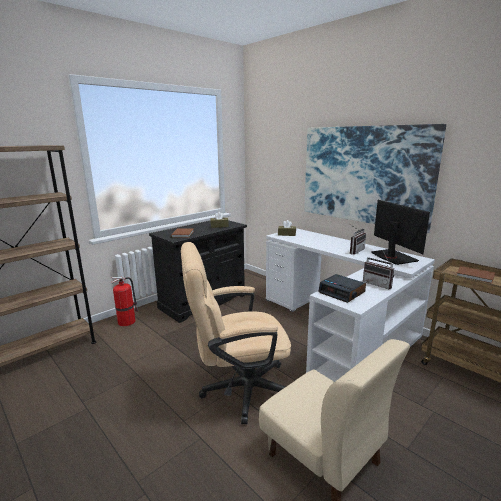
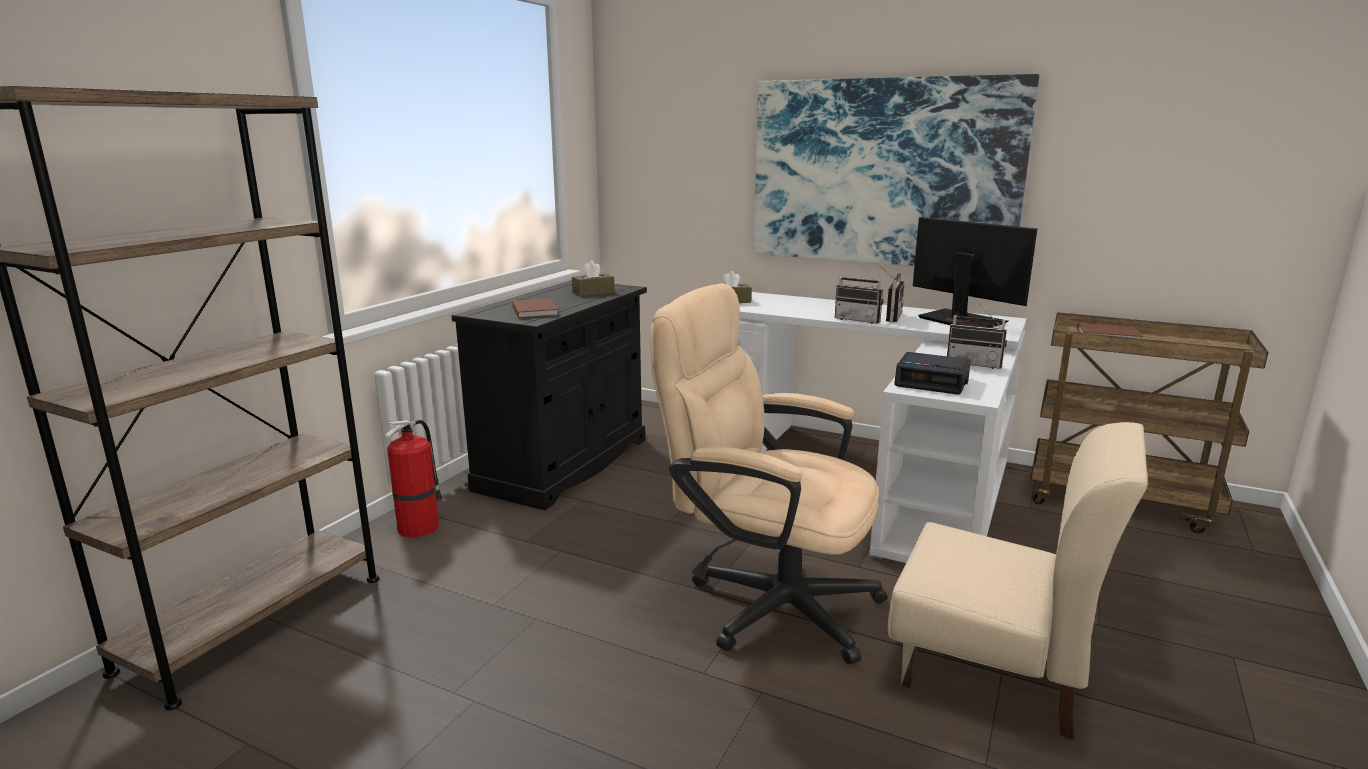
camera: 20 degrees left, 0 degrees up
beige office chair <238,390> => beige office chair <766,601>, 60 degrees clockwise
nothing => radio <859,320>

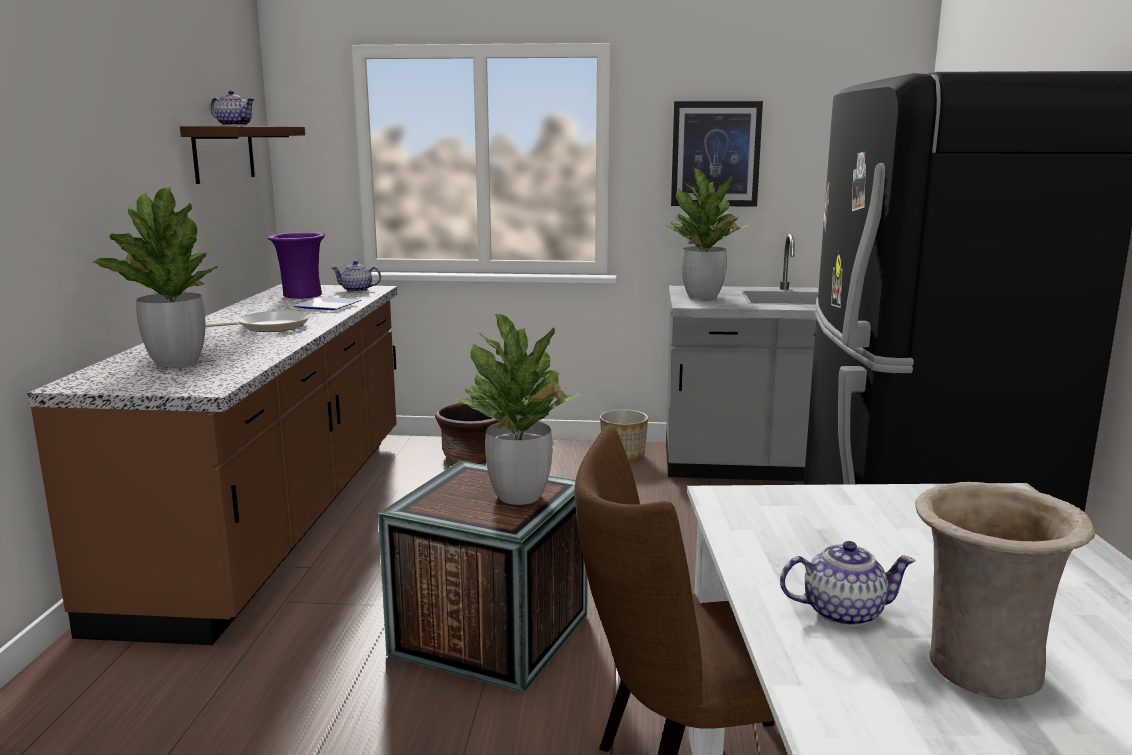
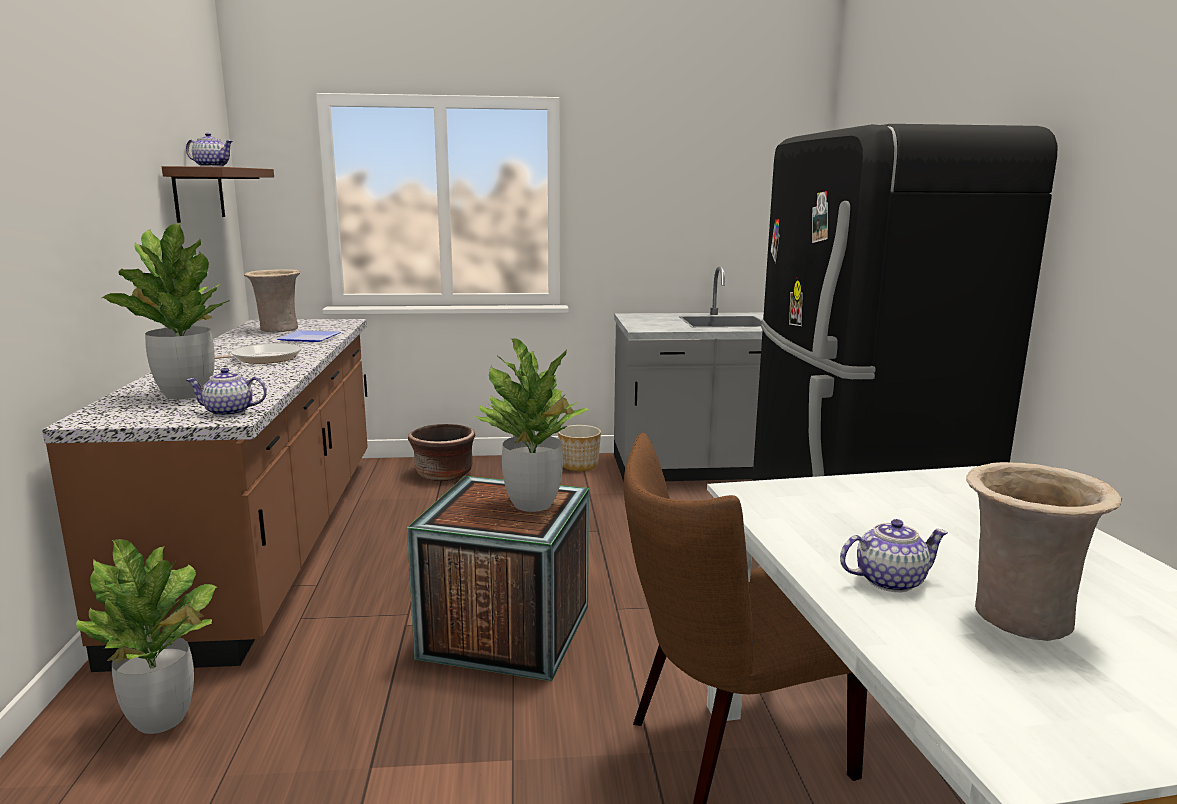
camera: 10 degrees left, 0 degrees up
picture <715,154> => nothing
potted plant <703,296> => potted plant <162,719>, move
purple vase <300,296> => beige vase <277,330>
teapot <357,290> => teapot <229,412>, move

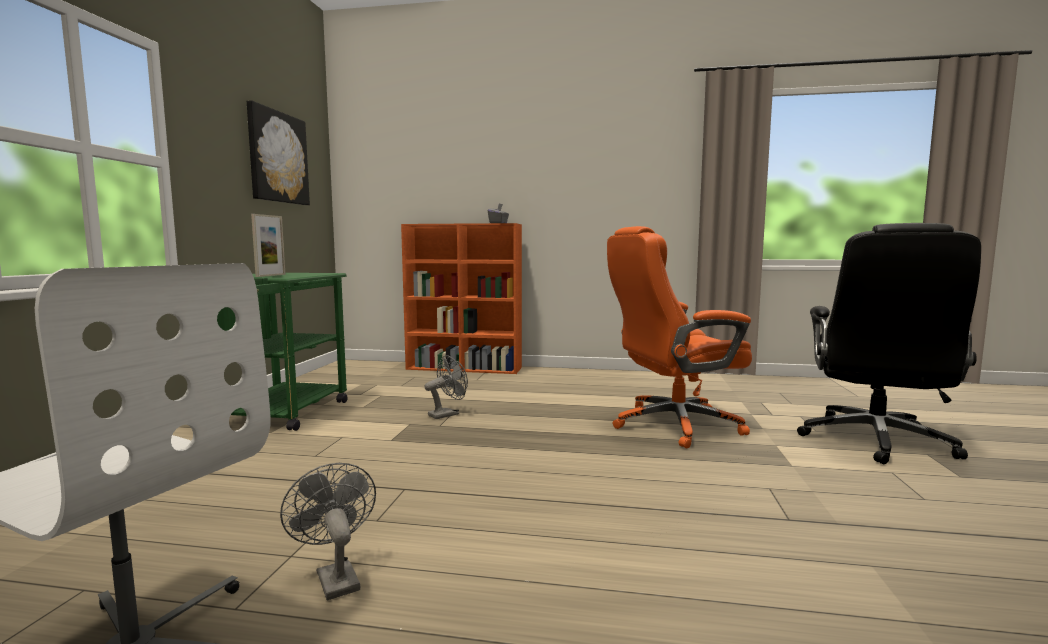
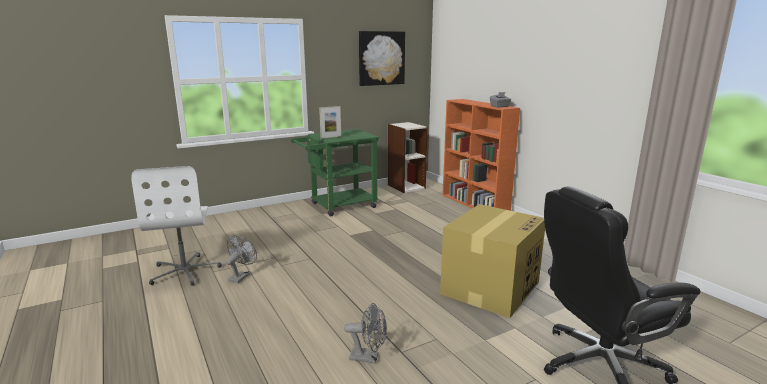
camera: 50 degrees right, 10 degrees up
orange office chair <673,425> => cardboard box <490,287>
grey fan <447,414> => grey fan <369,357>, move
nothing => bookcase <406,186>

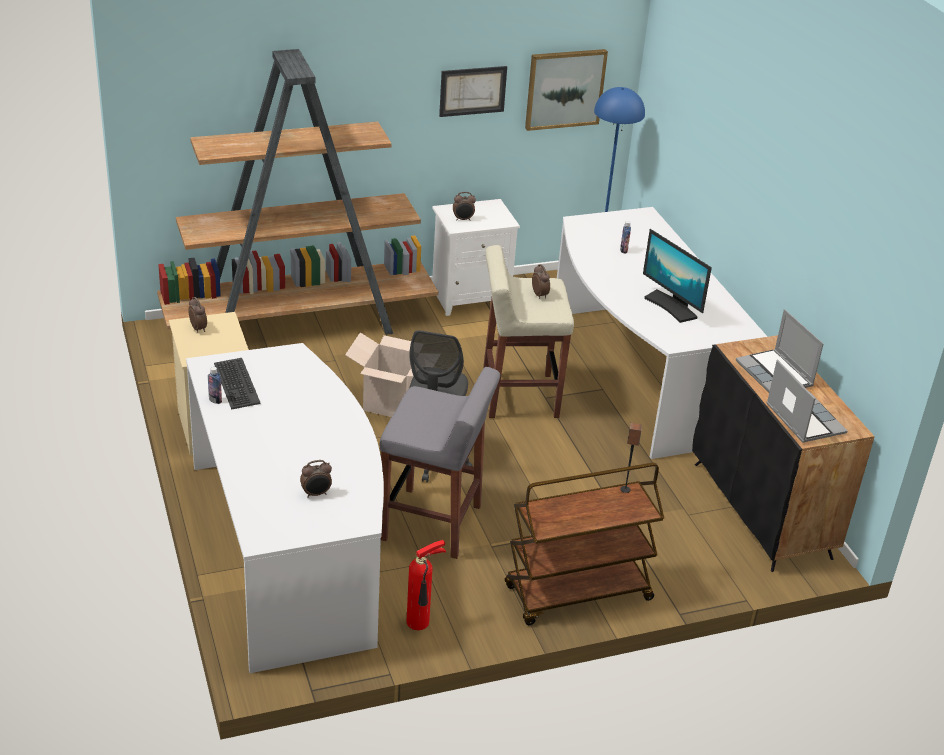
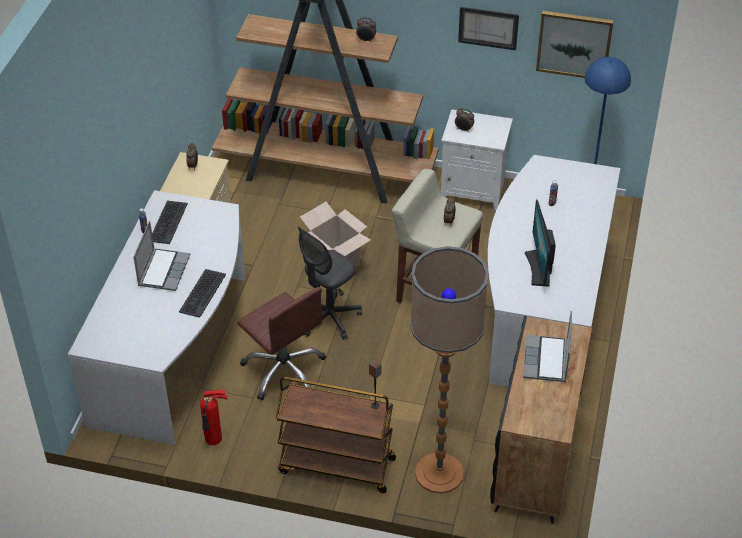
camera: 35 degrees right, 10 degrees up
laptop <803,419> => laptop <163,270>, move
grey stool <433,524> => brown office chair <284,370>
alarm clock <316,494> => alarm clock <366,40>, move
nothing => floor lamp <439,473>
nothing => keyboard <202,293>

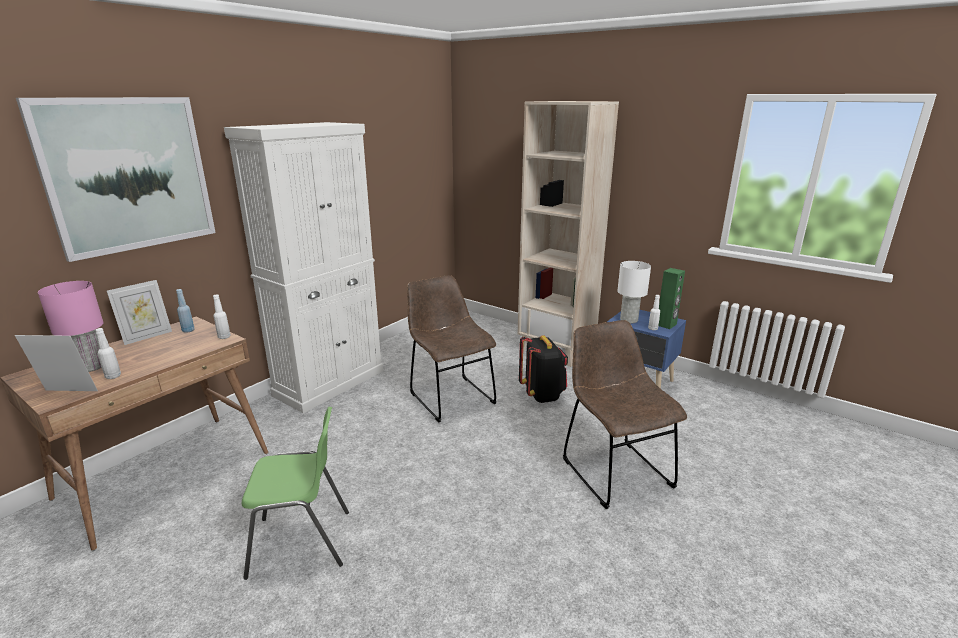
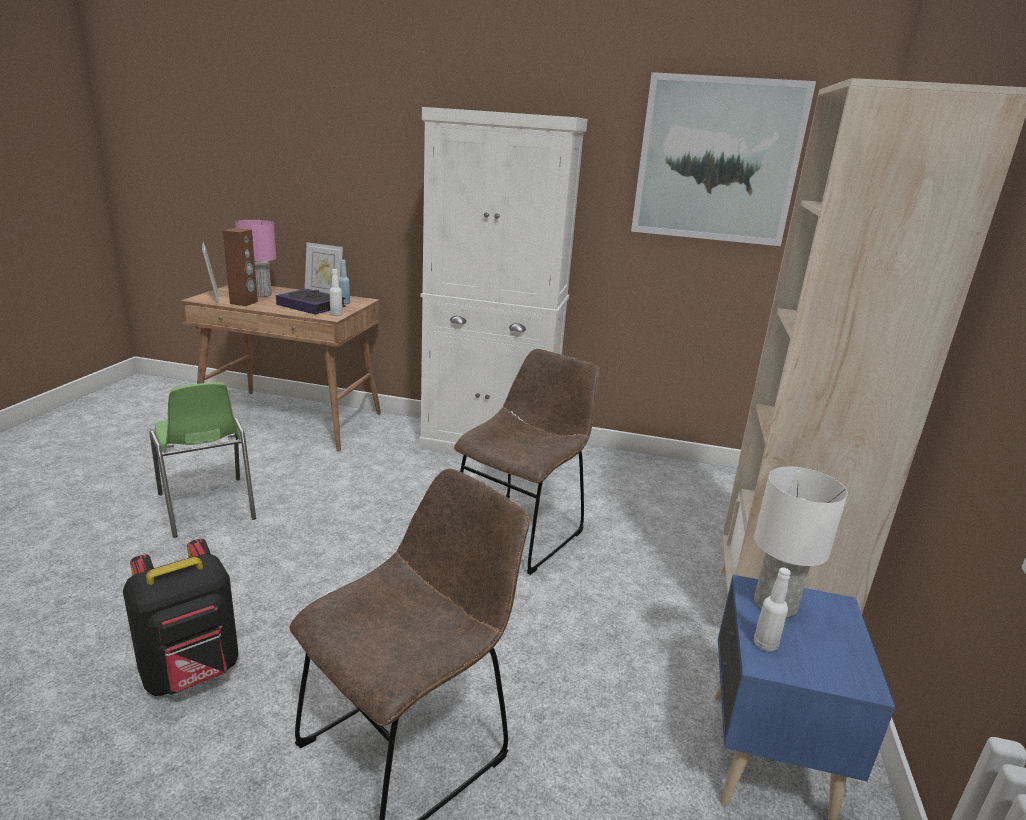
camera: 65 degrees right, 0 degrees up
picture <128,175> => picture <717,160>, move
green speaker <666,325> => nothing
white bottle <113,376> => brown speaker <244,302>
black backpack <542,395> => black backpack <192,674>, move
nothing => book <311,306>

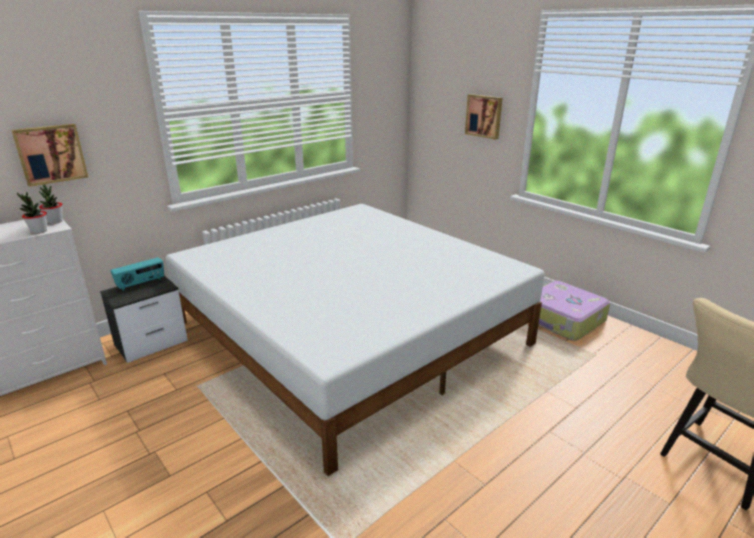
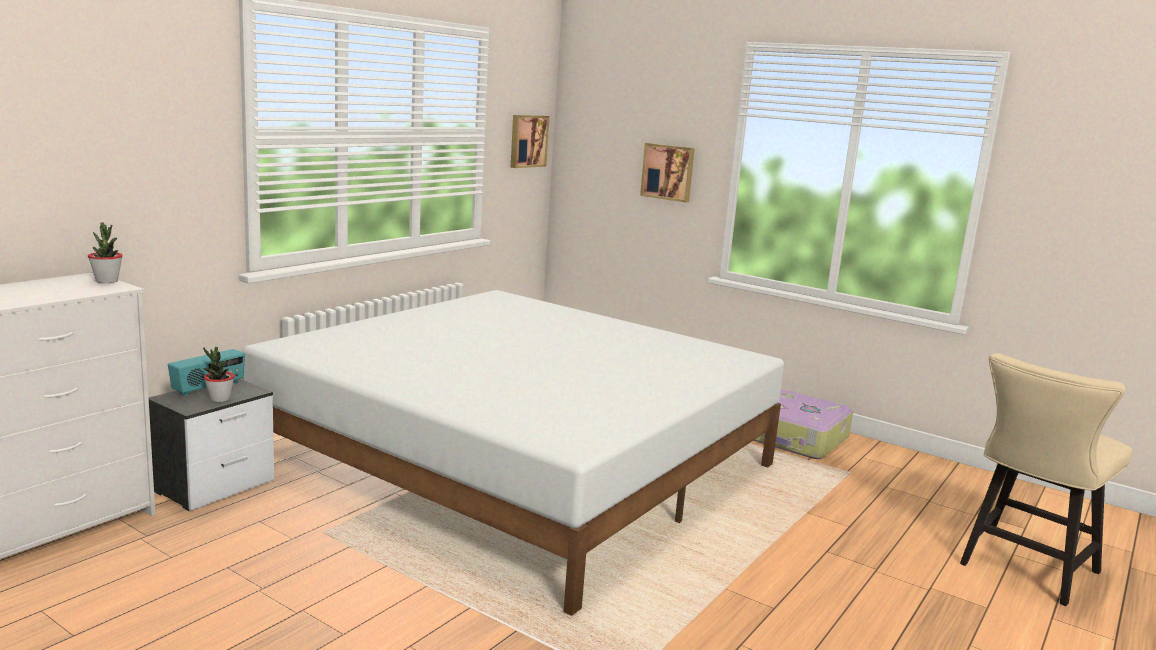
camera: 15 degrees left, 10 degrees down
picture <51,154> => picture <527,141>, move
potted plant <39,231> => potted plant <219,399>, move

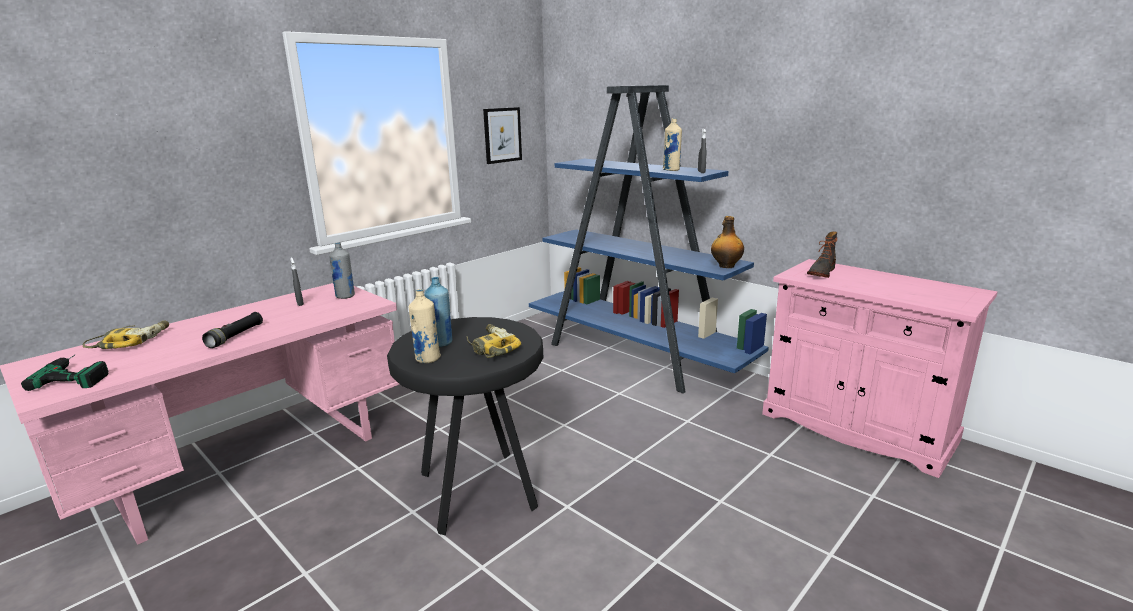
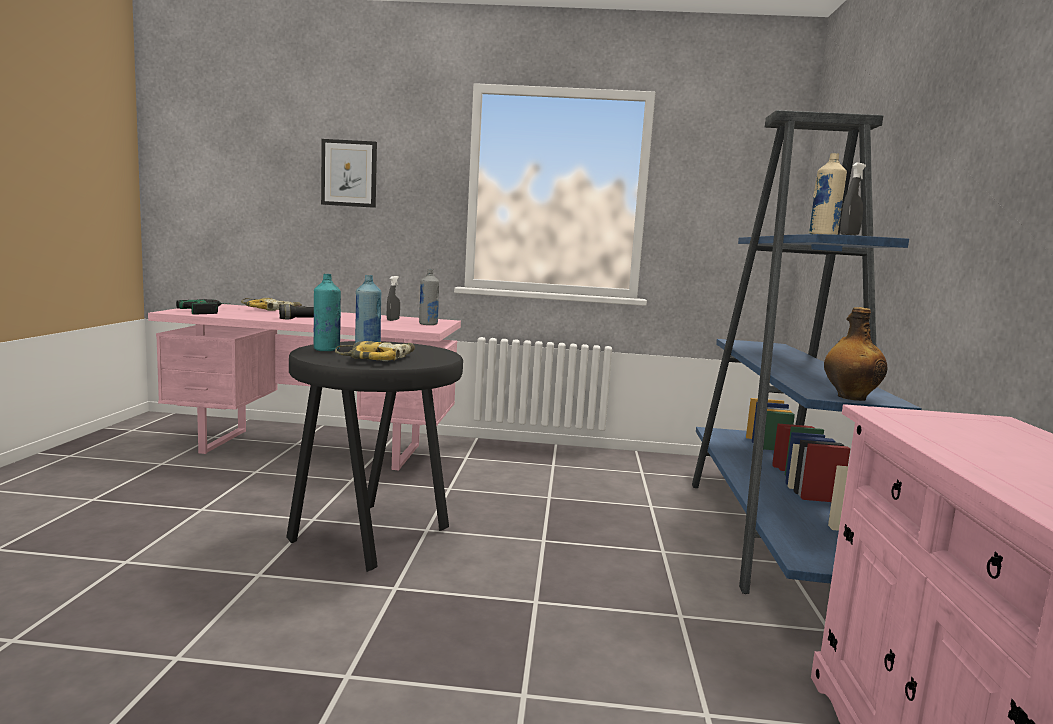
camera: 50 degrees right, 10 degrees down
picture <502,135> => picture <349,173>, move
boot <821,272> => nothing
beige bottle <427,359> => turquoise bottle <326,350>

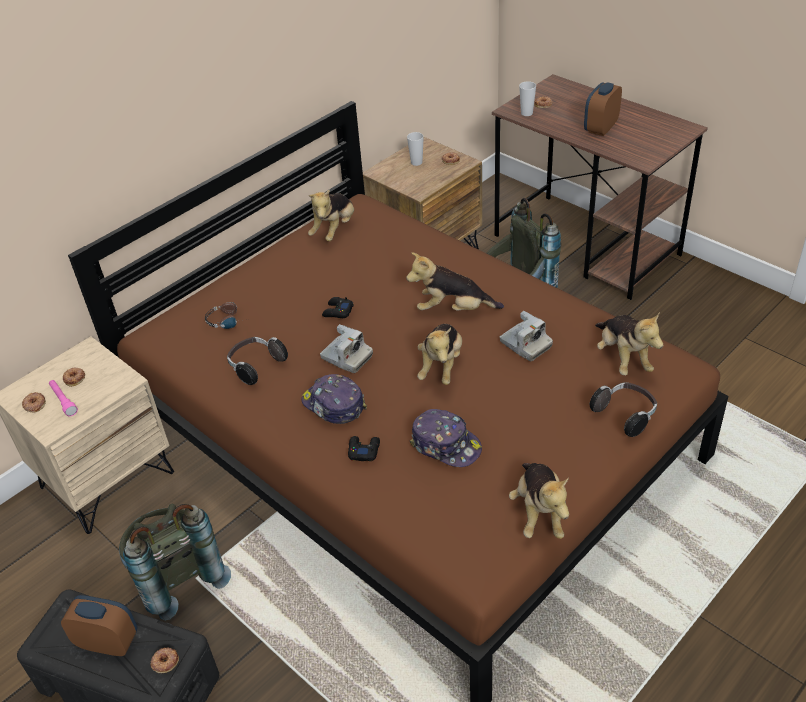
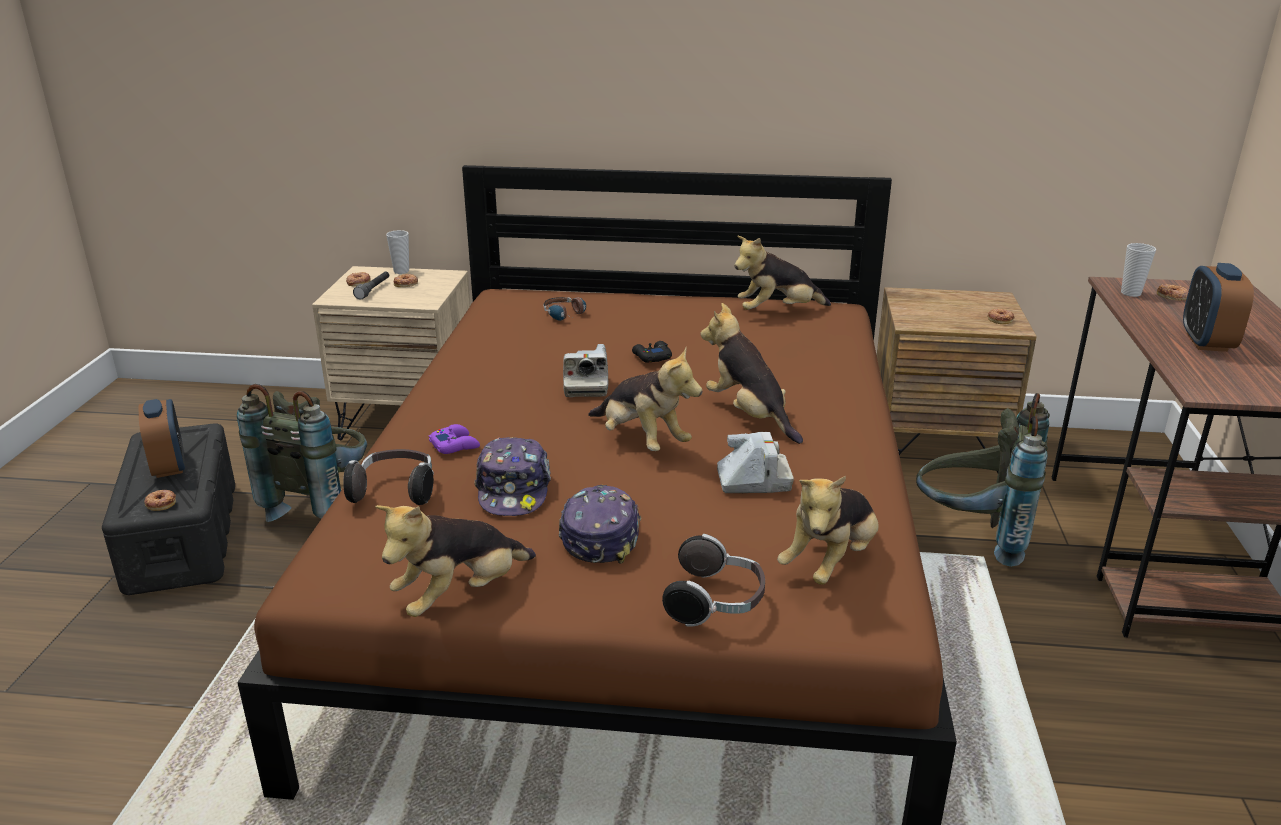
camera: 50 degrees right, 15 degrees down
alarm clock <600,128> => alarm clock <1206,342>, 75 degrees counterclockwise
cup <416,162> => cup <401,271>, move
photo camera <525,345> => photo camera <754,481>, 105 degrees counterclockwise
plush toy <441,366> => plush toy <641,440>, 105 degrees counterclockwise
headphones <256,366> => headphones <395,491>, move
cap <333,405> => cap <600,535>, move
pink flashlight <63,401> => grey flashlight <373,290>
black game controller <363,450> => purple game controller <455,445>

